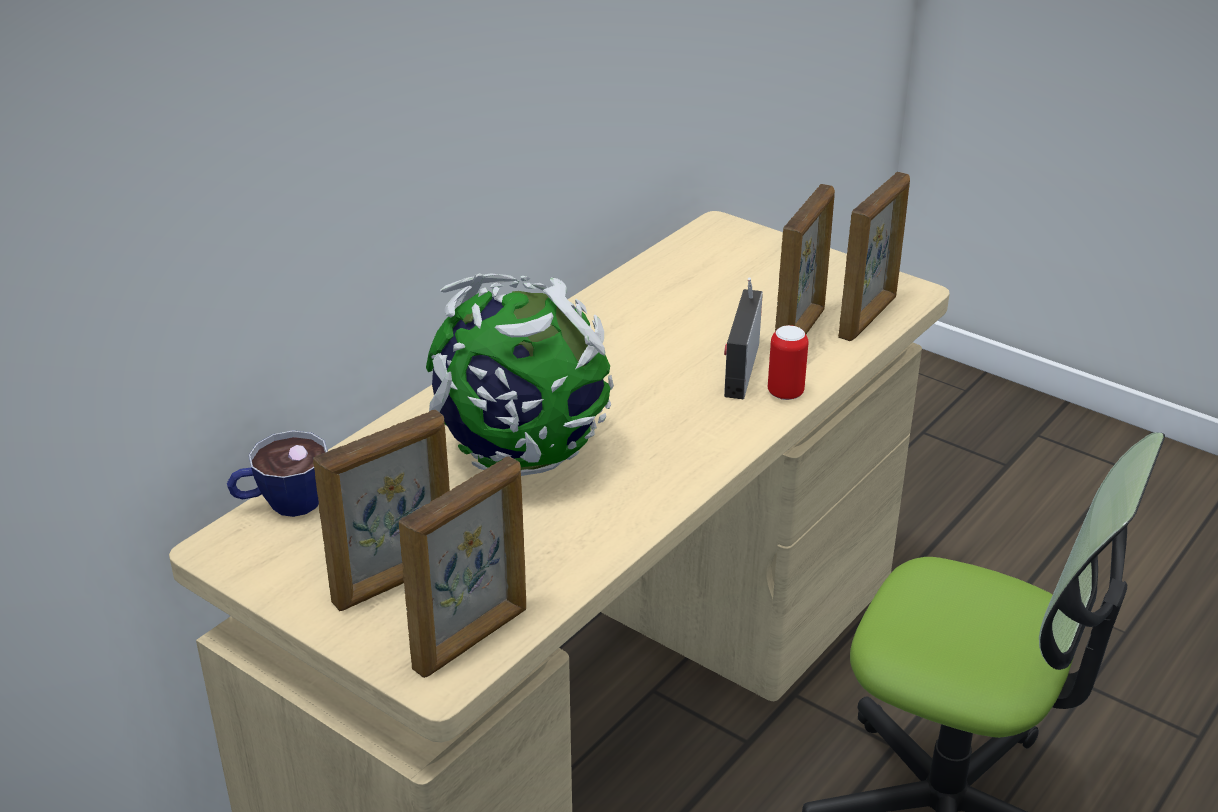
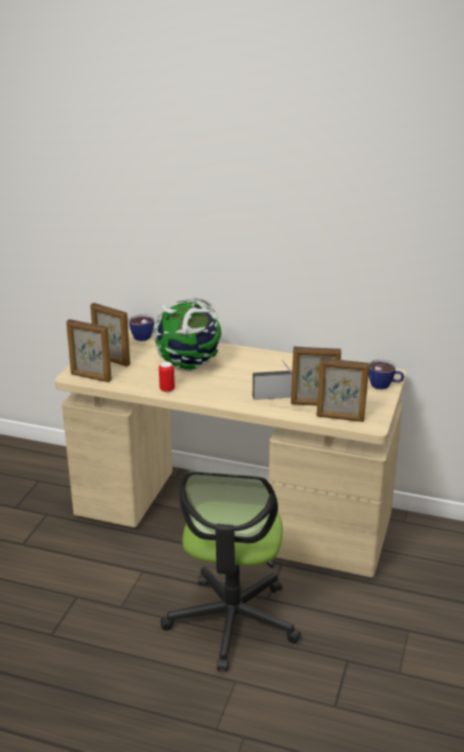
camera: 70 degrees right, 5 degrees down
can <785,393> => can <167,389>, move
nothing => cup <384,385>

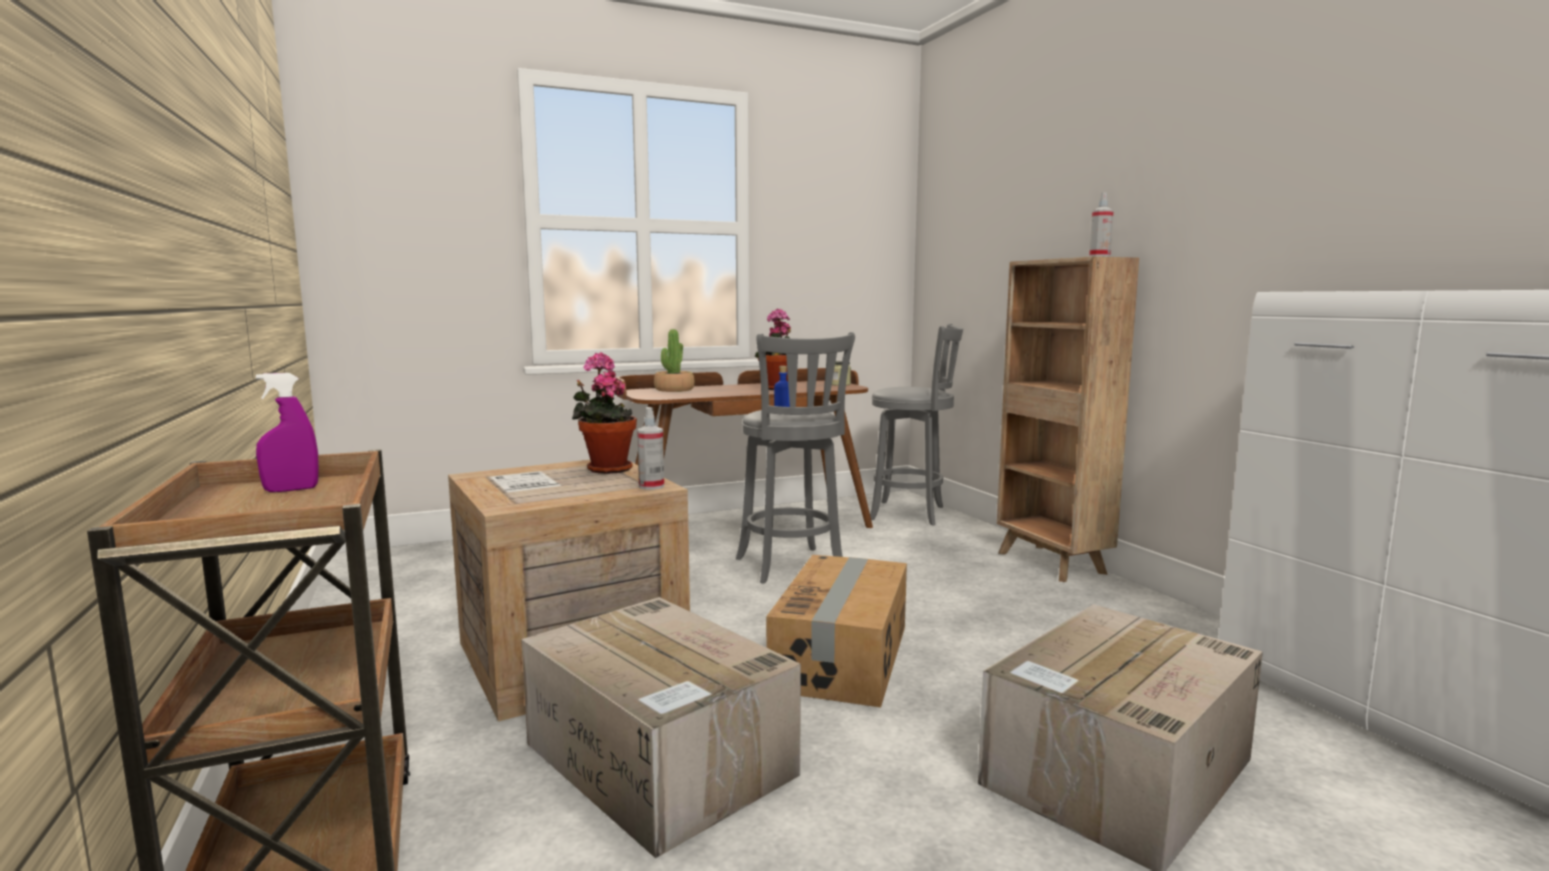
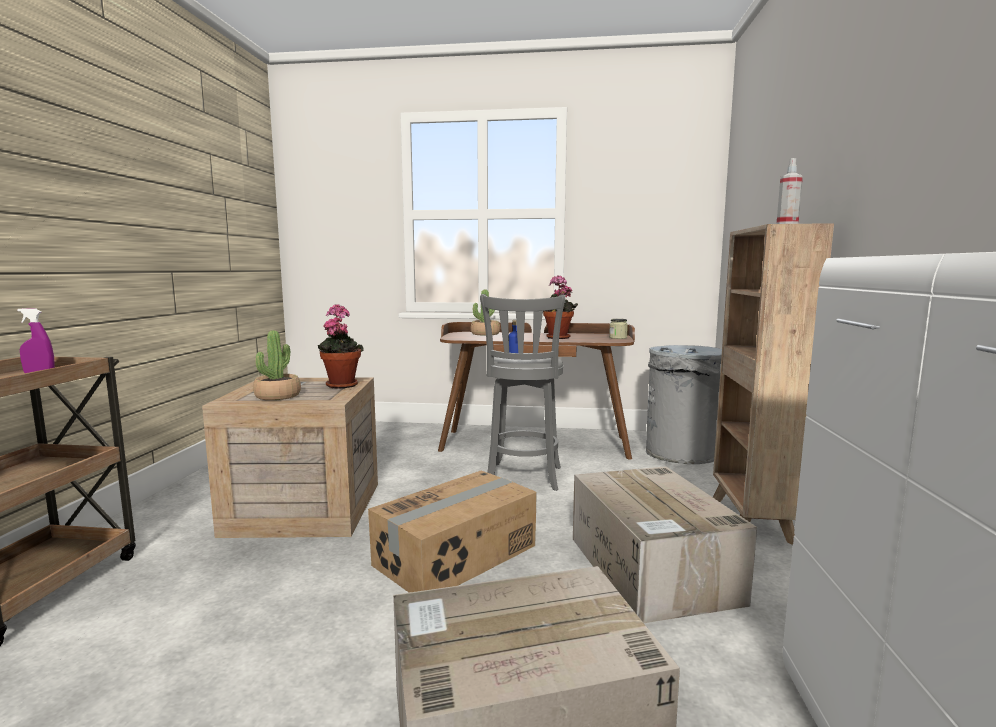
camera: 30 degrees right, 0 degrees up
grey stool <912,513> => grey trash can <682,453>
spray bottle <651,486> => nothing
cardboard box <662,760> => cardboard box <653,570>, move
nothing => potted plant <277,396>

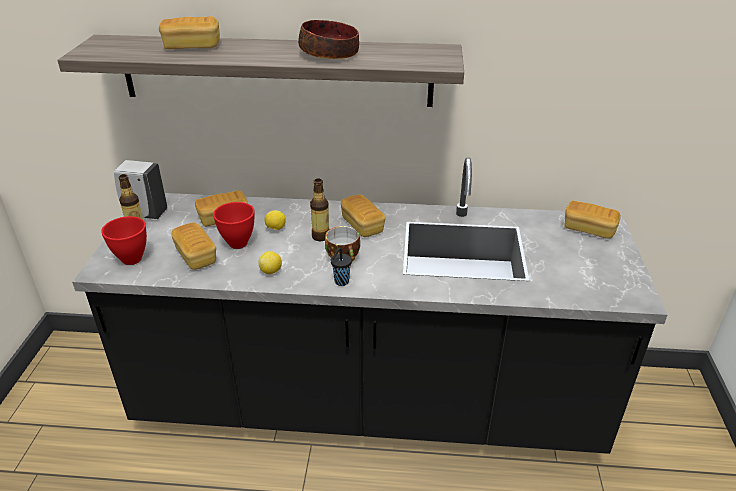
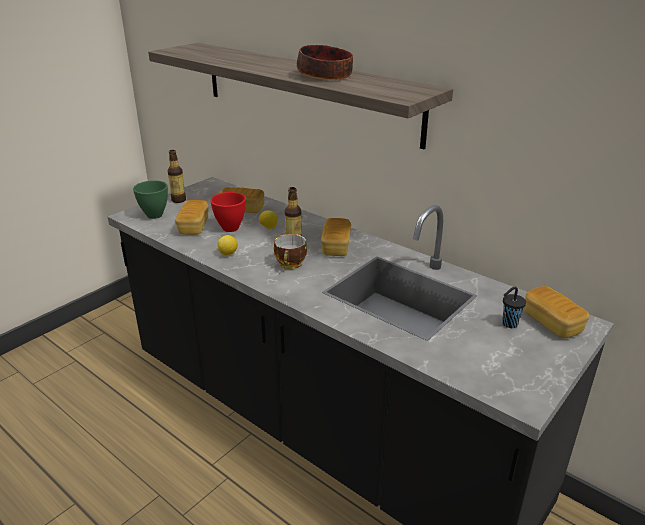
camera: 35 degrees right, 5 degrees down
bread <192,46> => nothing
white soap dispenser <145,214> => nothing
red bowl <132,259> => green bowl <155,215>
black cup <341,282> => black cup <508,324>, move

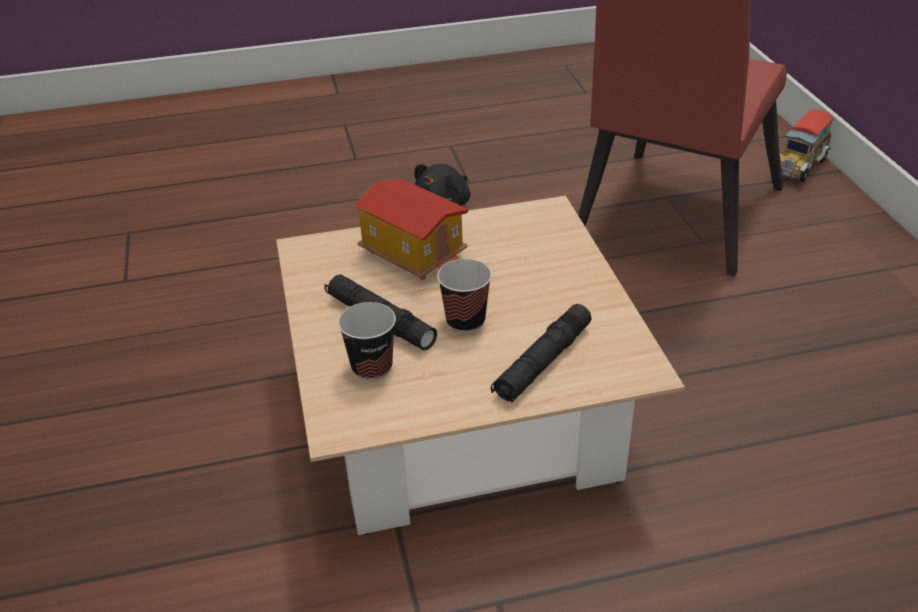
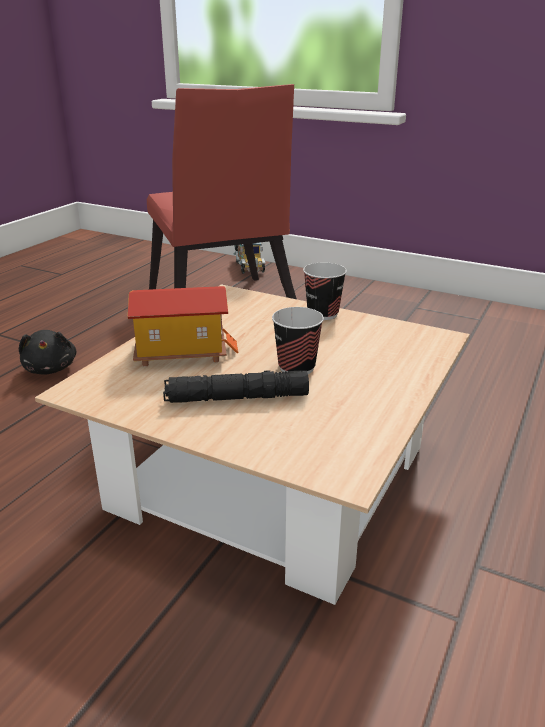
camera: 50 degrees left, 10 degrees down
cup <372,367> => cup <323,314>, move
black flashlight <542,362> => nothing

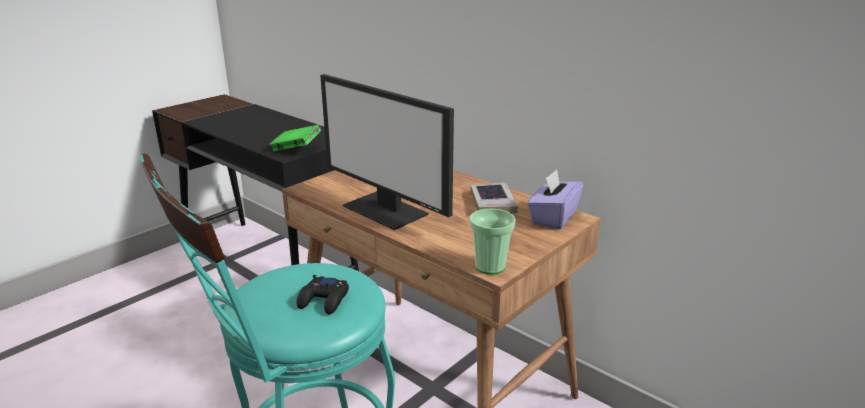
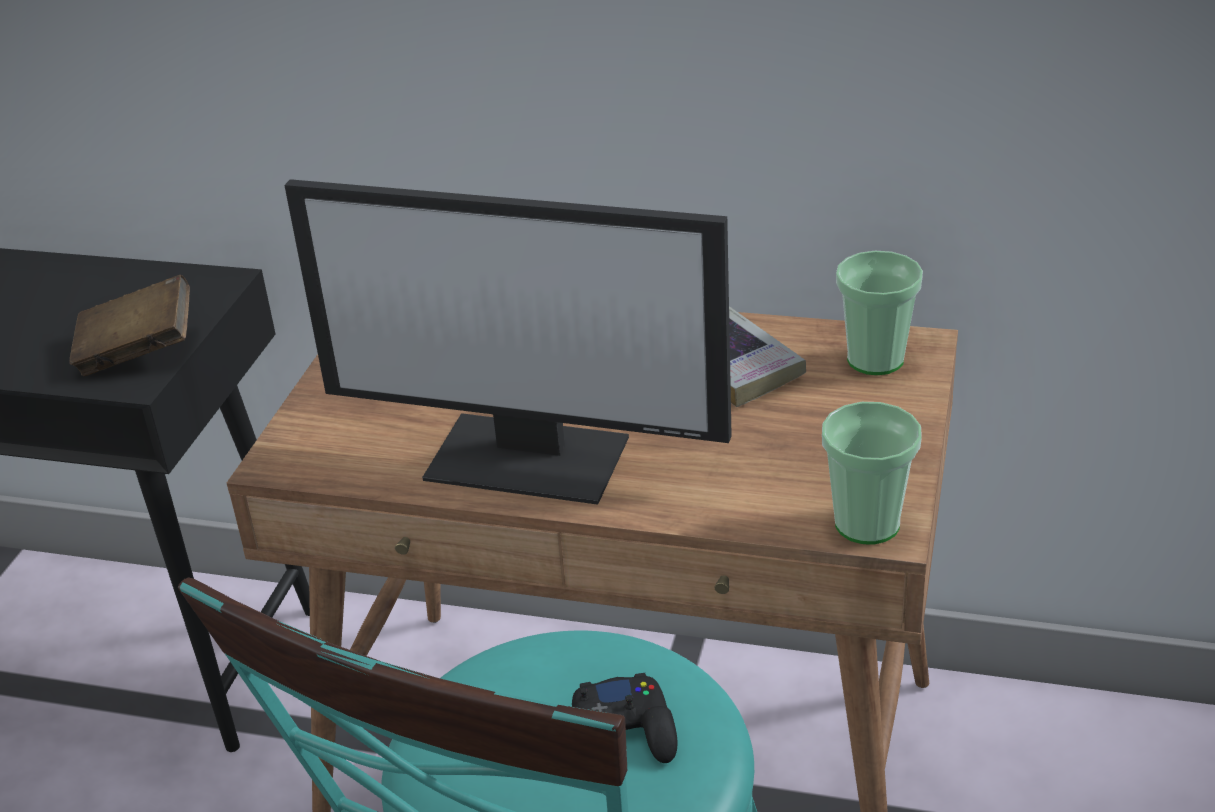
camera: 25 degrees left, 10 degrees up
green book <296,149> => brown book <138,352>
purple tissue box <553,217> => cup <875,359>

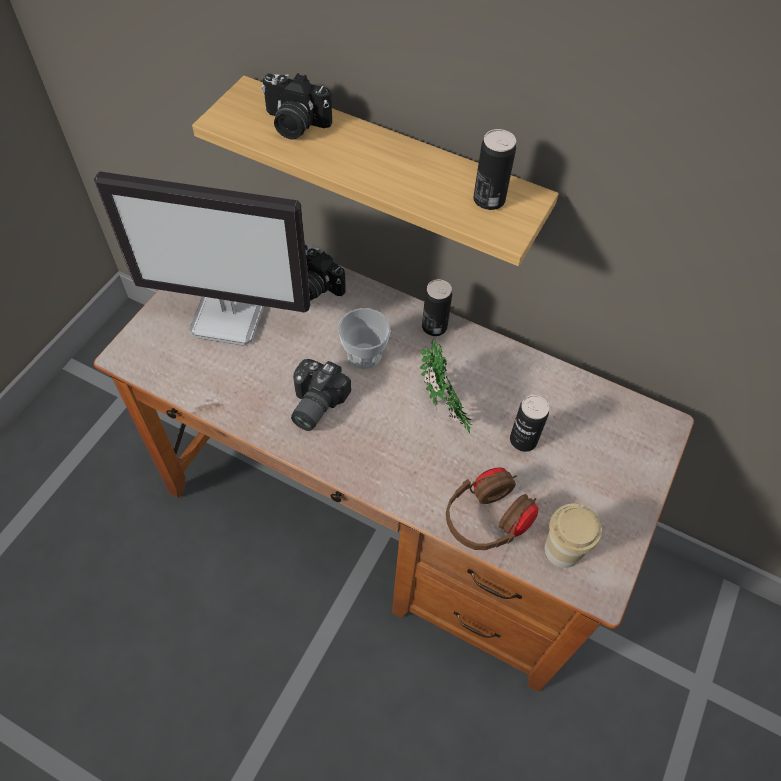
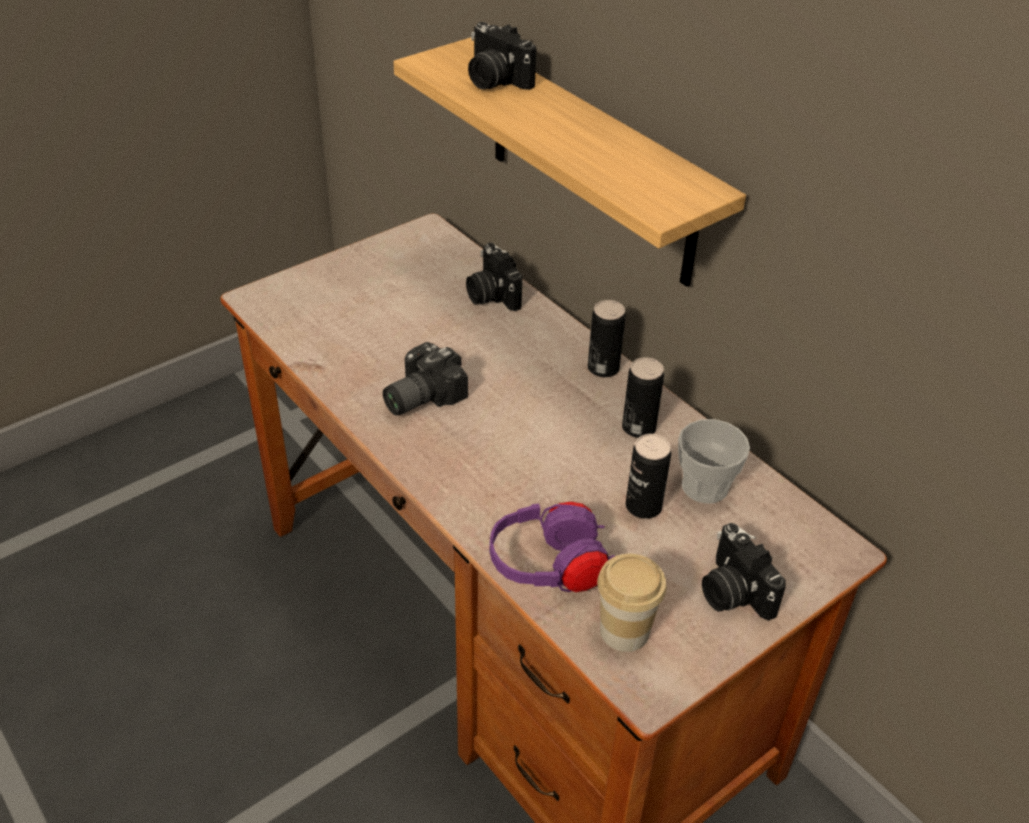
camera: 25 degrees right, 15 degrees down
can <489,200> => can <638,428>, move
monitor <230,316> => nothing
cup <364,355> => cup <705,486>, move
potted plant <442,409> => nothing
brown headphones <487,520> => purple headphones <549,568>
nothing => photo camera <732,592>

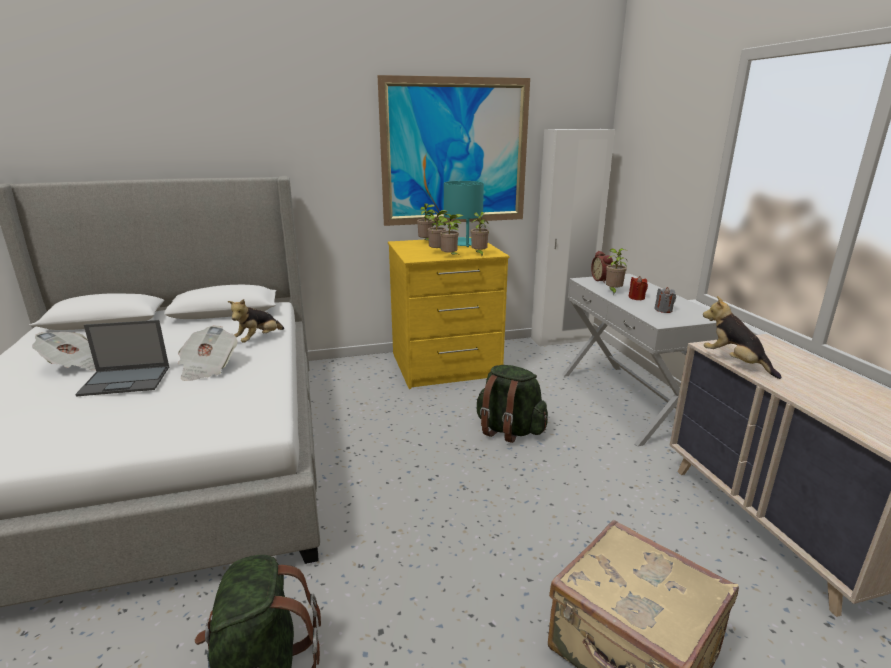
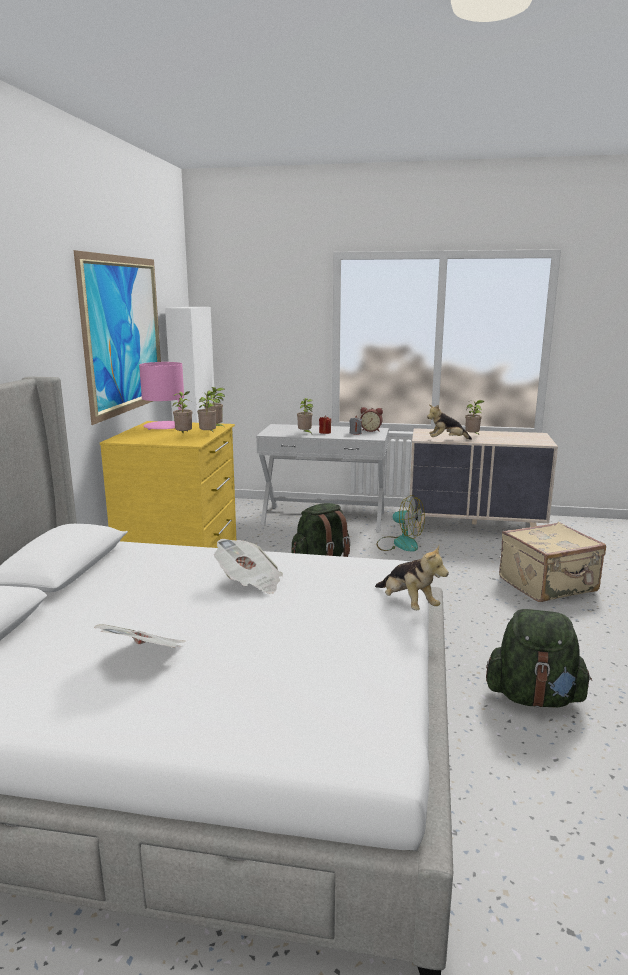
camera: 65 degrees left, 5 degrees down
turquoise table lamp <463,243> => pink table lamp <165,426>
potted plant <426,242> => potted plant <473,436>, move
alarm clock <602,280> => alarm clock <371,430>, move
plush toy <258,339> => plush toy <408,604>, move
laptop <126,381> => nothing
nothing => fan <399,544>

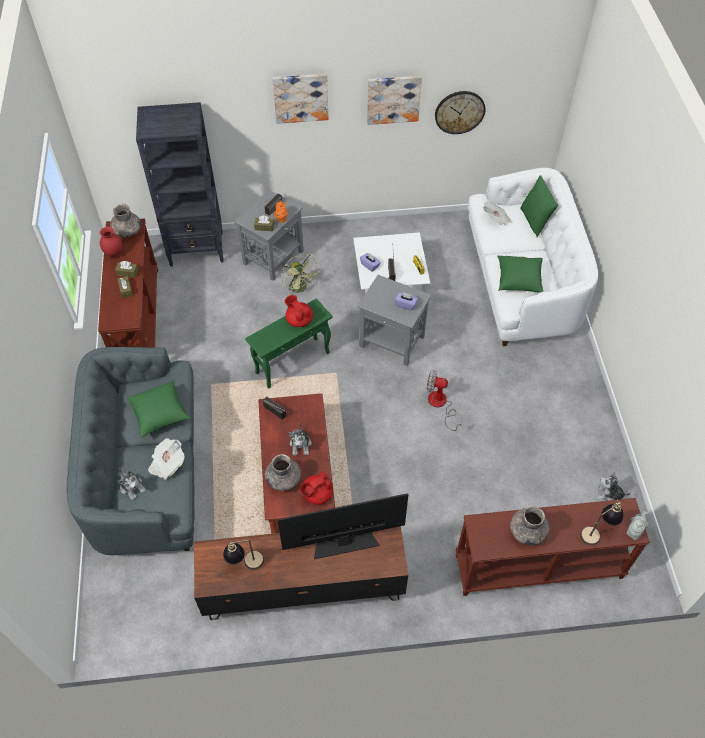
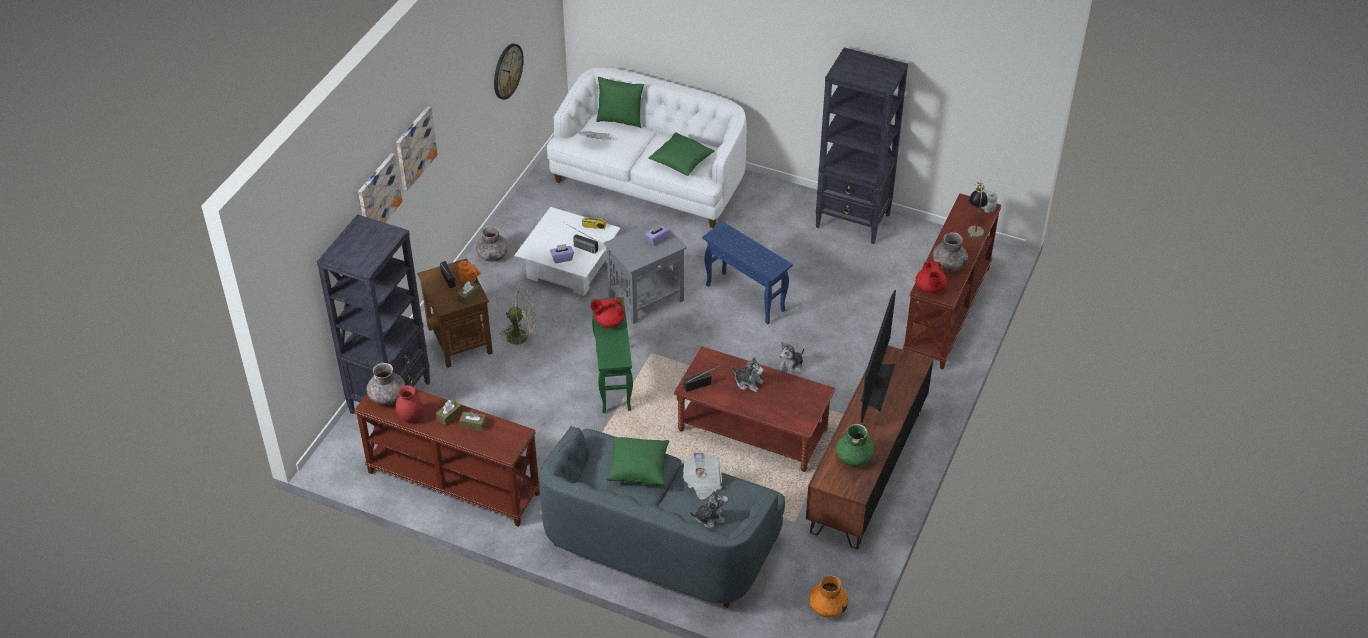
camera: 60 degrees left, 10 degrees down
picture <393,99> => picture <378,195>, move
grey side table <274,257> => brown side table <459,339>
fan <440,405> => blue side table <745,298>
grey vase <283,479> => grey vase <492,255>, move
plush toy <609,495> => plush toy <791,367>, move
red teapot <317,494> => red teapot <930,288>, move
table lamp <245,563> => green vase <854,457>
nothing => black bookcase <853,221>
nothing => orange vase <827,607>

